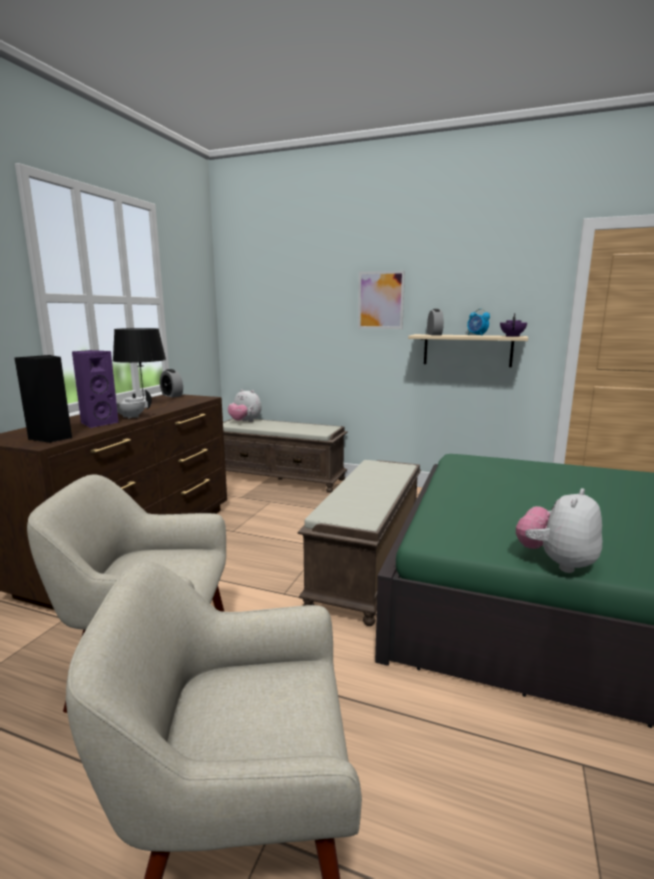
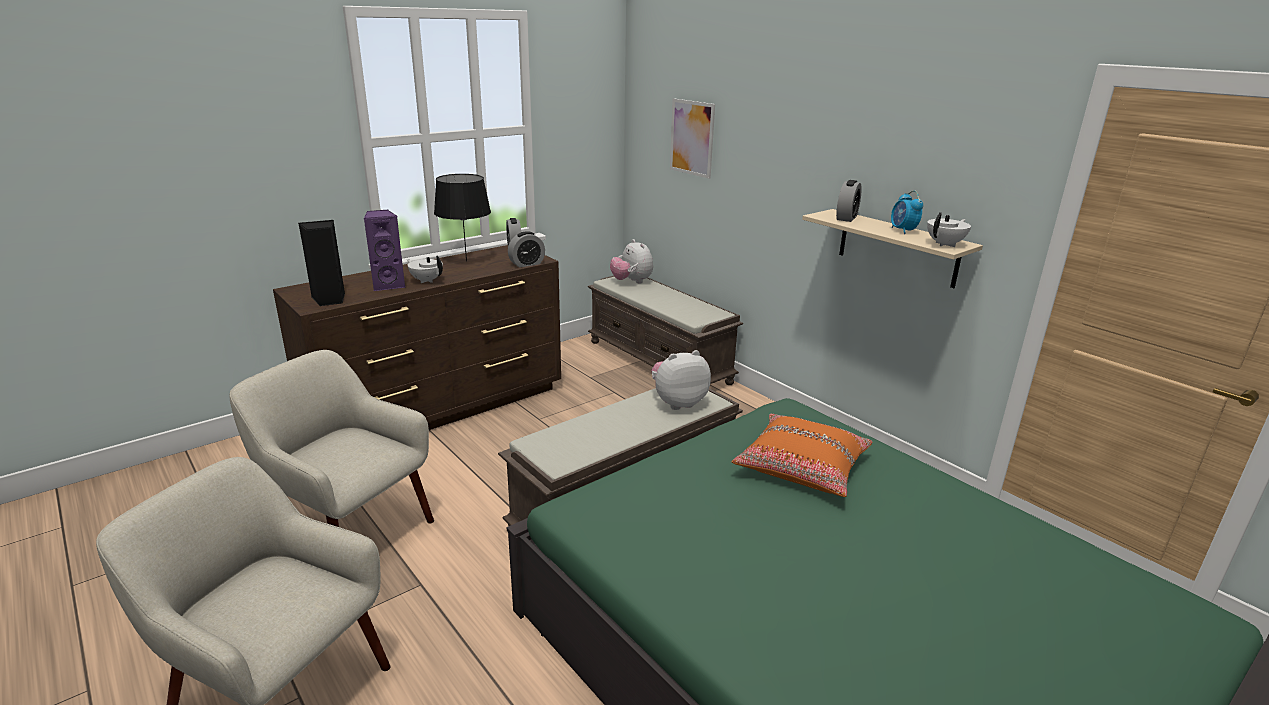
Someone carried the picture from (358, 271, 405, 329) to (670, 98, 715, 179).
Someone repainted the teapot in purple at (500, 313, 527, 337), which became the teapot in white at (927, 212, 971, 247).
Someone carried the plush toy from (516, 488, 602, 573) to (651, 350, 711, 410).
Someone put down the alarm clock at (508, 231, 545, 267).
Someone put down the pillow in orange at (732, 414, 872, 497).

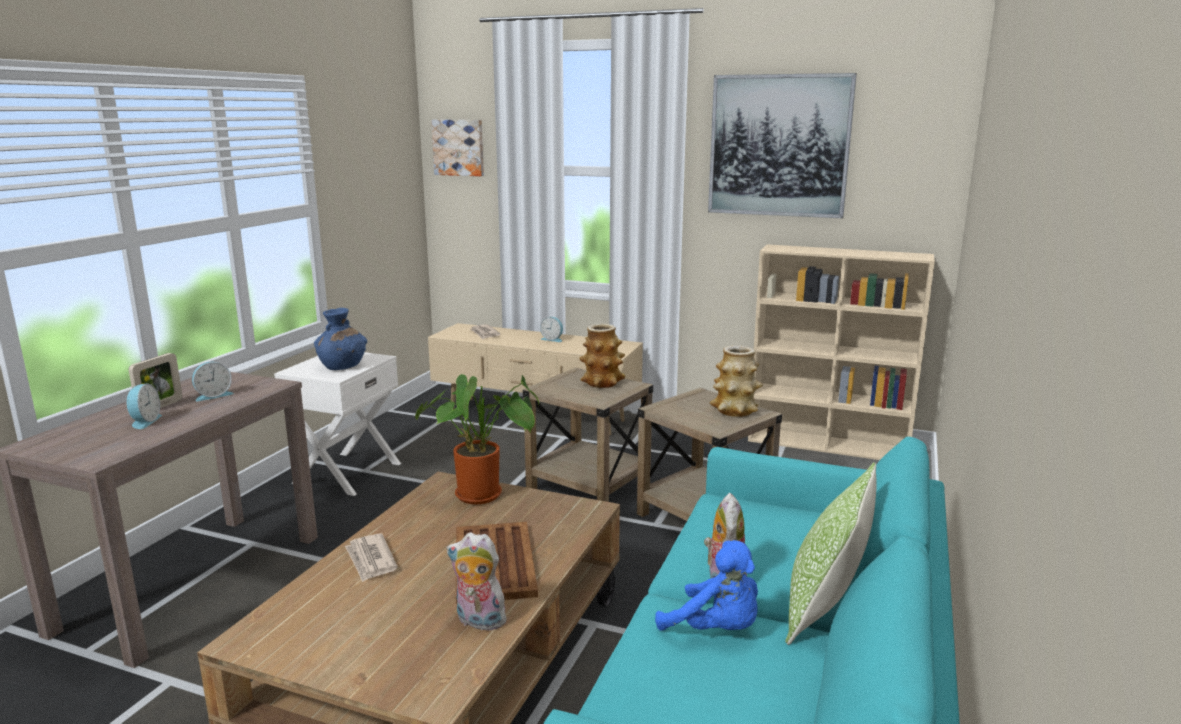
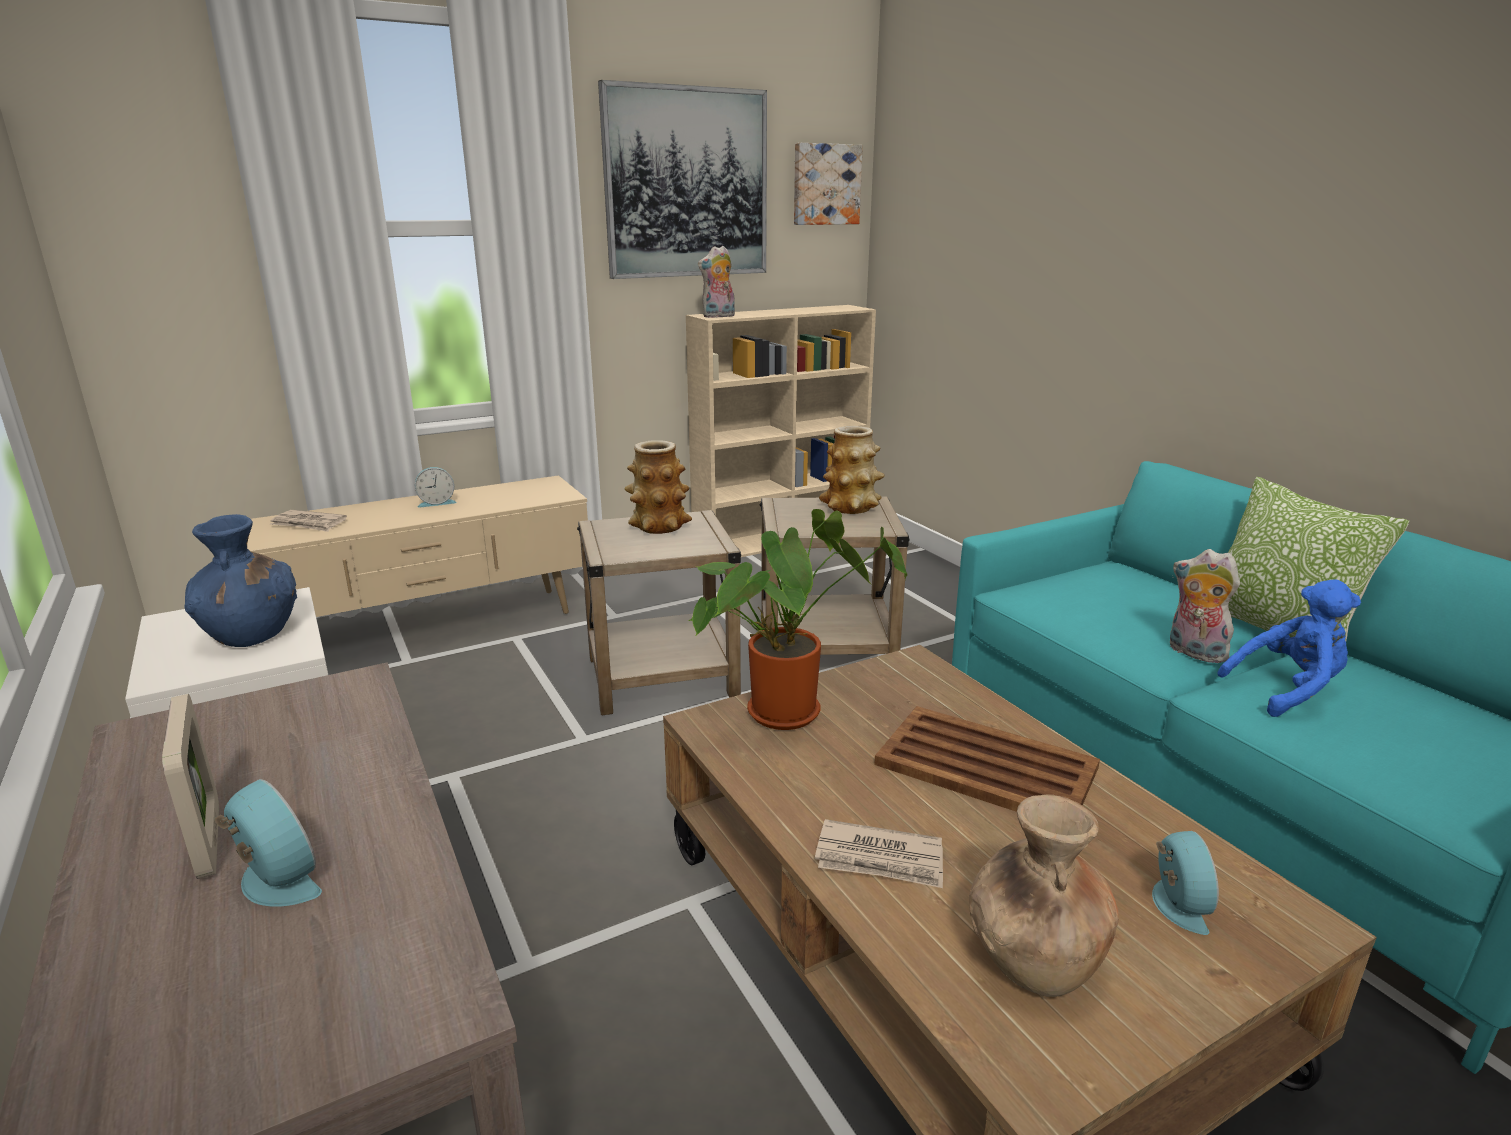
Someone carried the alarm clock from (192, 362, 234, 401) to (1152, 831, 1219, 935).
Someone carried the picture from (431, 120, 484, 176) to (794, 143, 863, 225).
Someone carried the plush toy from (447, 532, 508, 630) to (698, 246, 735, 318).
Someone put down the vase in brown at (969, 794, 1119, 997).

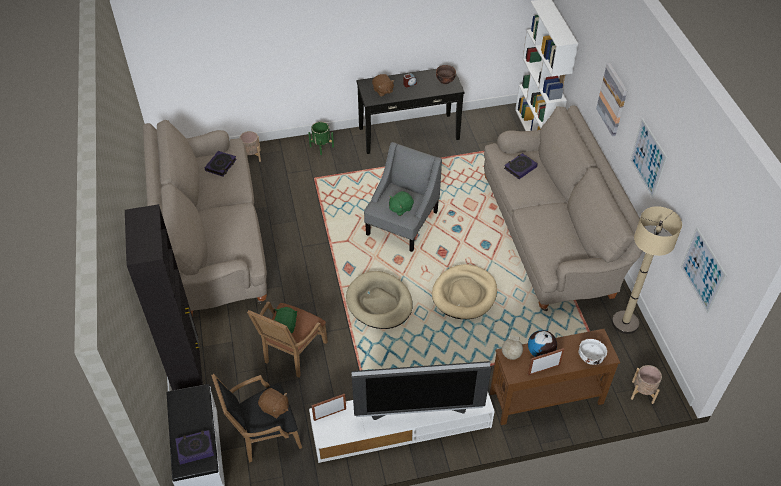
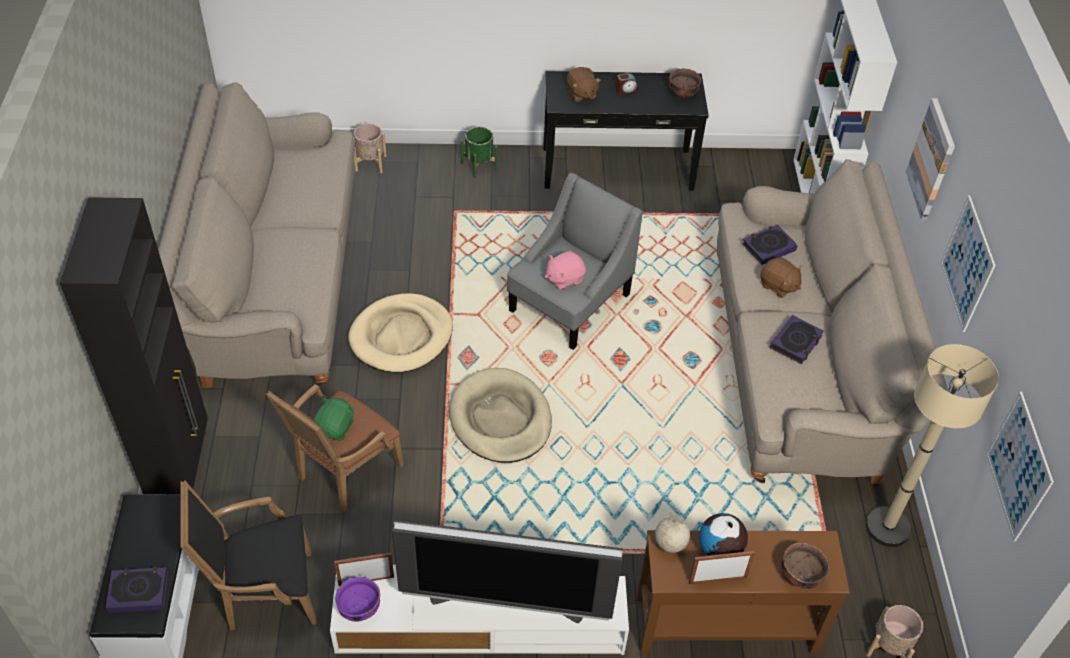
Someone carried the book from (205, 151, 237, 176) to (770, 315, 824, 364).
Someone carried the plush toy in brown from (258, 388, 289, 418) to (760, 257, 802, 298).
Someone repainted the plush toy in green at (389, 191, 414, 216), which became the plush toy in pink at (545, 251, 586, 290).
Someone carried the dog bed in beige from (432, 264, 497, 319) to (348, 293, 453, 373).
Someone repainted the bowl in white at (579, 338, 607, 365), which became the bowl in brown at (781, 542, 829, 589).
Someone put down the bowl in purple at (335, 577, 380, 622).

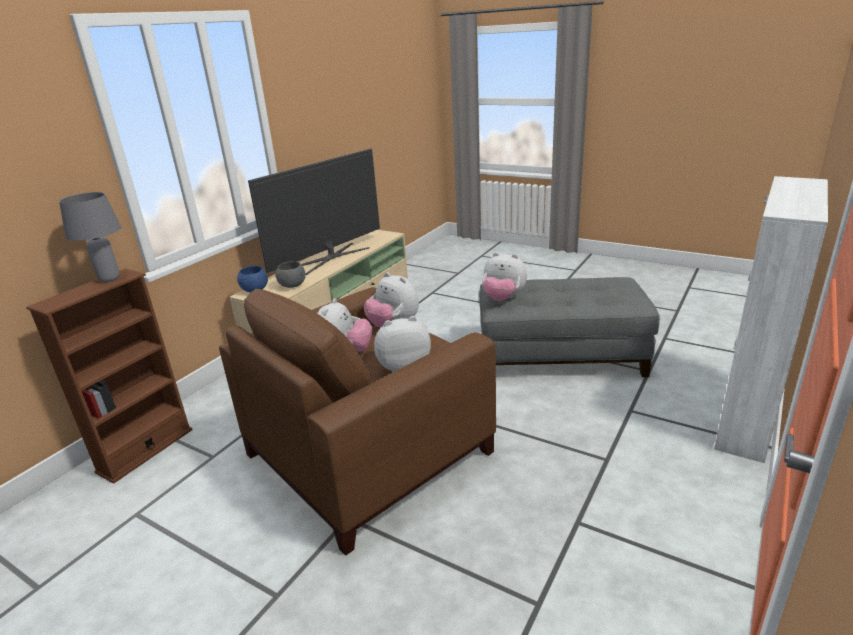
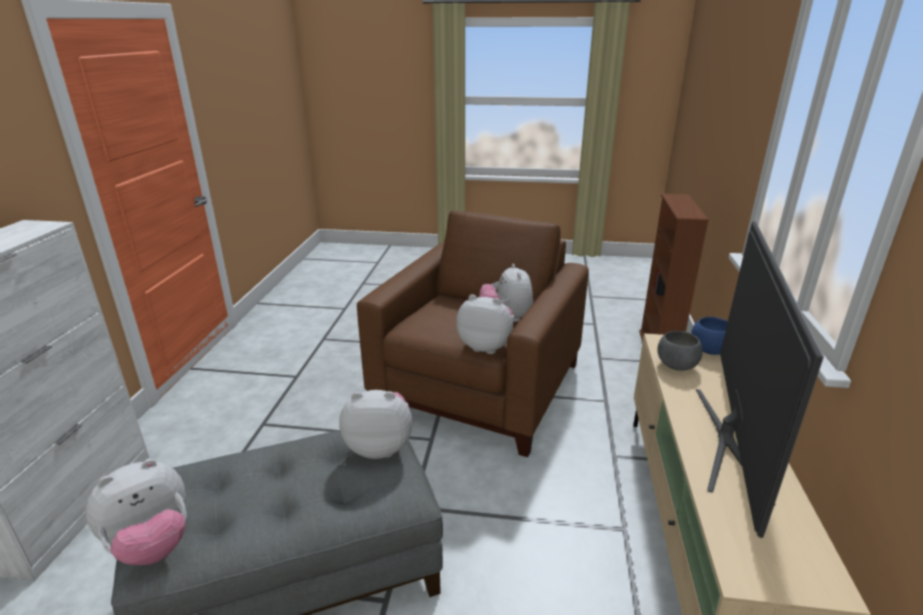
Someone took away the table lamp in grey at (59, 192, 121, 282).
Someone carried the plush toy from (374, 316, 431, 372) to (86, 459, 187, 565).

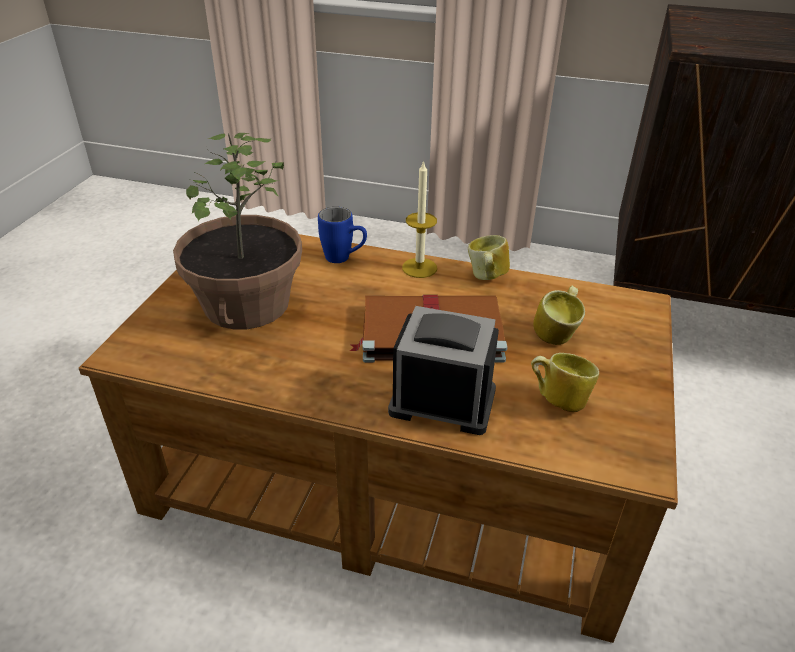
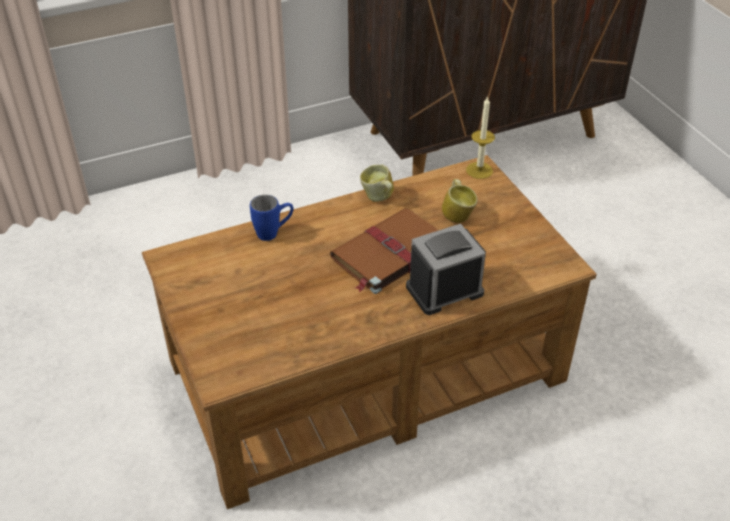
Someone took away the potted plant at (173, 133, 302, 329).
Someone carried the candle from (402, 160, 437, 278) to (466, 96, 495, 179).
Someone took away the mug at (531, 353, 599, 412).

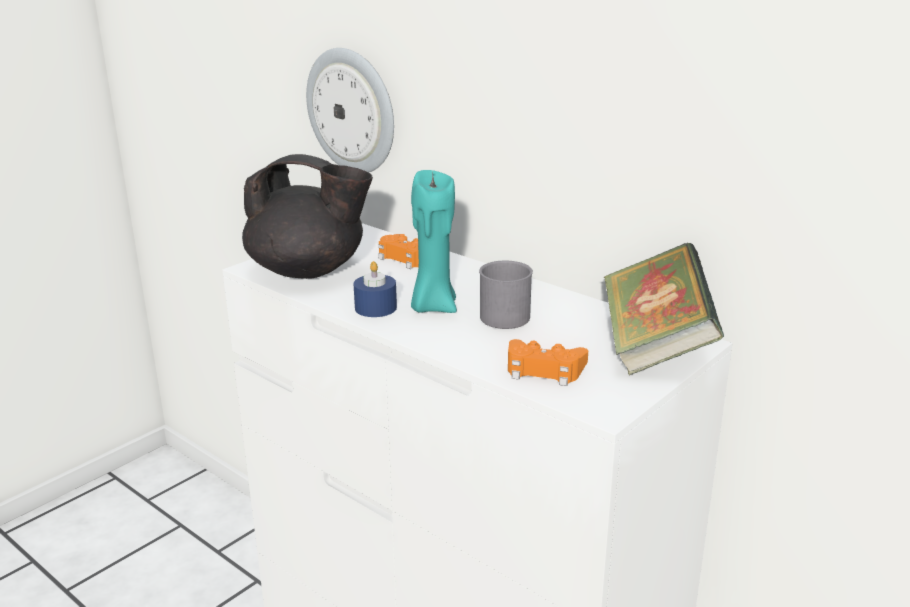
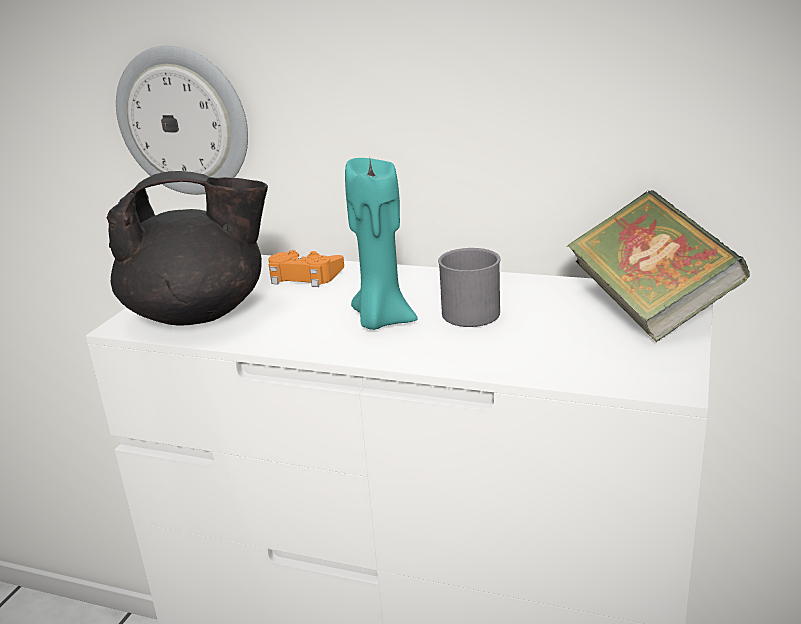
Someone took away the candle in blue at (353, 261, 397, 317).
Someone took away the game controller in orange at (508, 339, 588, 386).

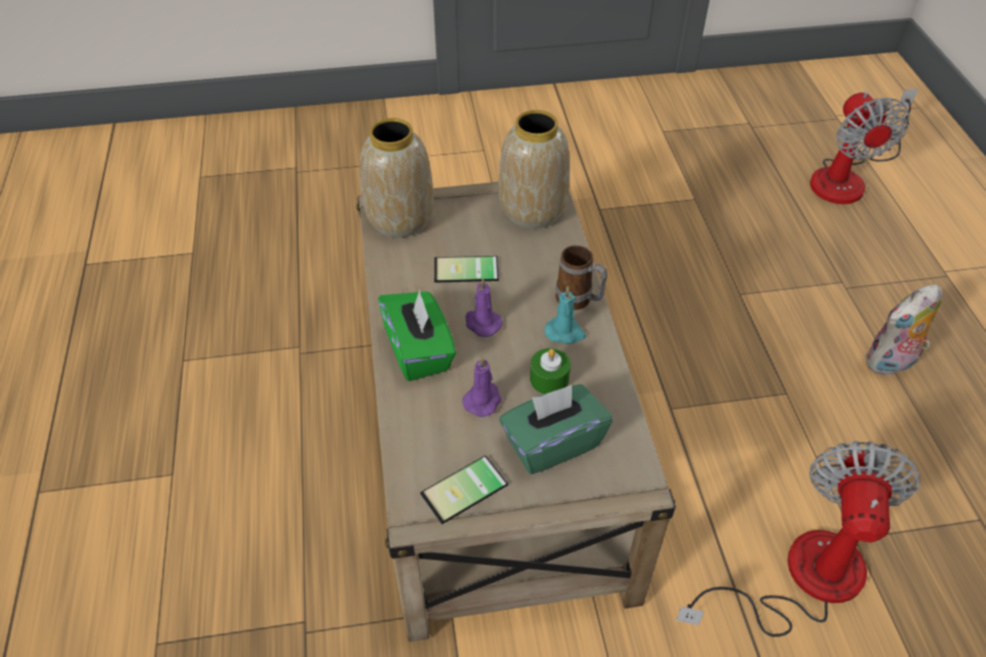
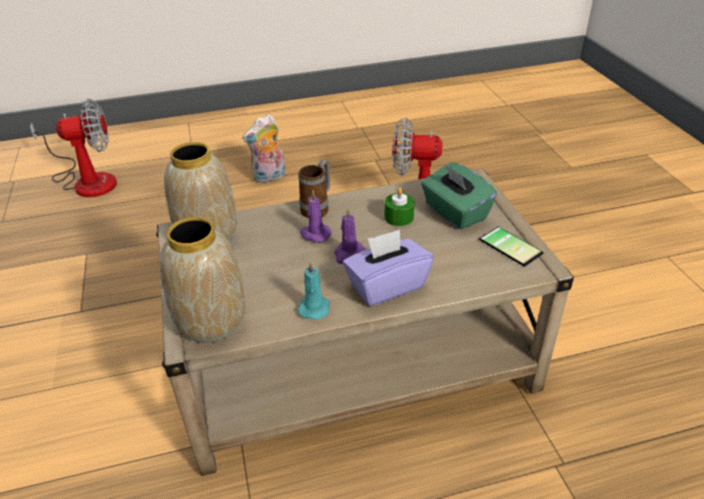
Someone repainted the tissue box in green at (378, 290, 456, 381), which became the tissue box in purple at (343, 229, 434, 306).
Someone took away the phone at (434, 256, 499, 285).
Someone carried the candle in purple from (462, 356, 502, 417) to (300, 190, 332, 243).
Someone carried the candle in turquoise from (545, 286, 586, 344) to (298, 260, 330, 319).
Someone rotated the plush toy at (865, 284, 942, 376) by 90 degrees clockwise.

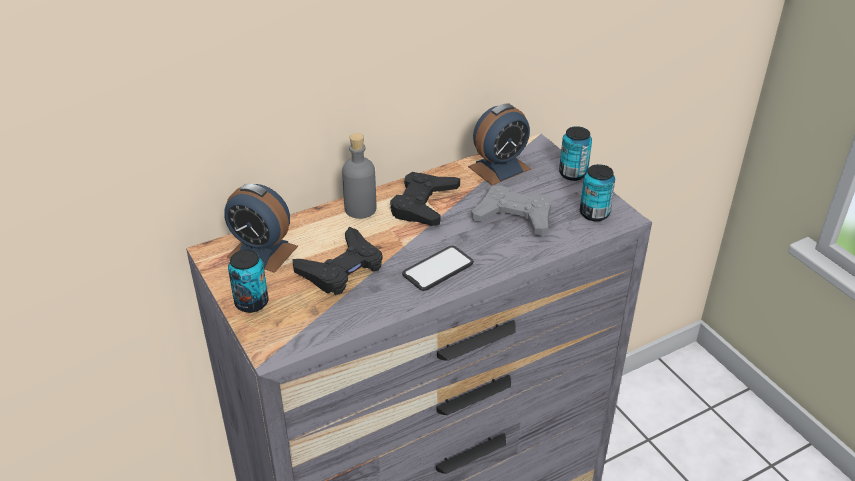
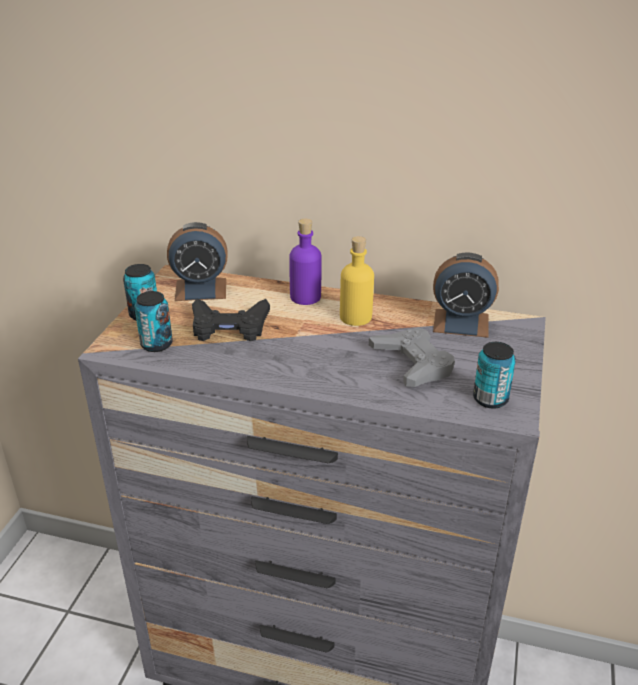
Someone rotated the alarm clock at (224, 184, 298, 273) by 75 degrees counterclockwise.
Someone repainted the bottle in grey at (342, 133, 376, 219), which became the bottle in purple at (289, 219, 322, 305).
Someone swapped the game controller in black at (390, 172, 460, 226) for the bottle in yellow at (340, 236, 374, 326).
Someone took away the phone at (402, 246, 474, 291).
Someone carried the can from (559, 126, 592, 181) to (135, 291, 173, 352).

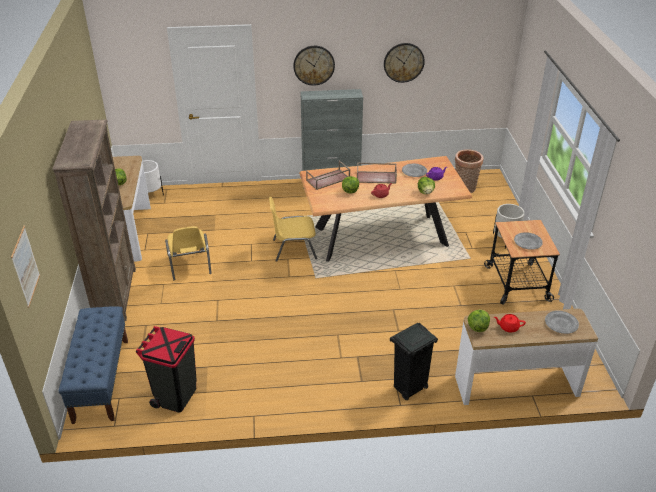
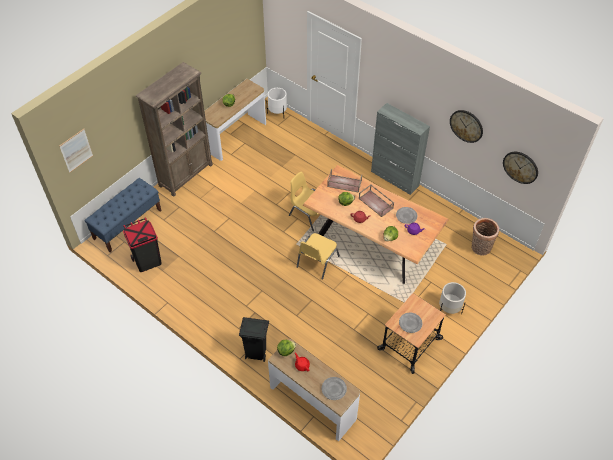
Someone carried the chair in yellow from (165, 226, 212, 280) to (297, 233, 340, 279).
Someone carried the wall clock from (293, 46, 335, 86) to (503, 152, 538, 184).

